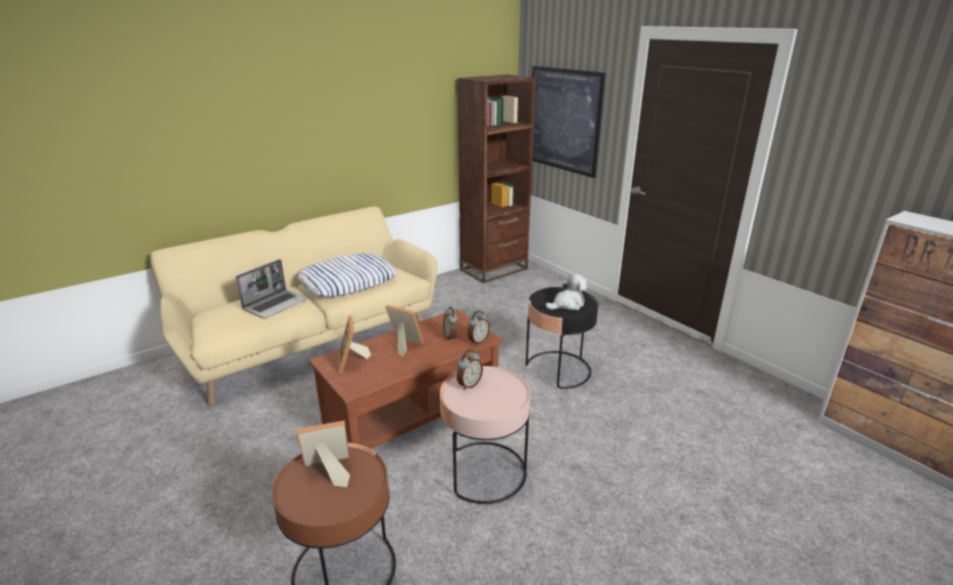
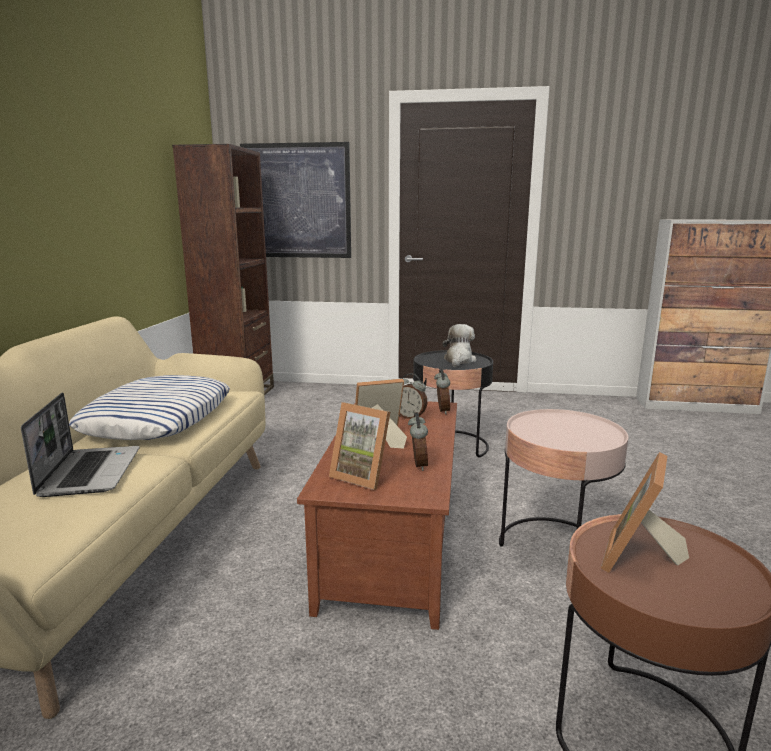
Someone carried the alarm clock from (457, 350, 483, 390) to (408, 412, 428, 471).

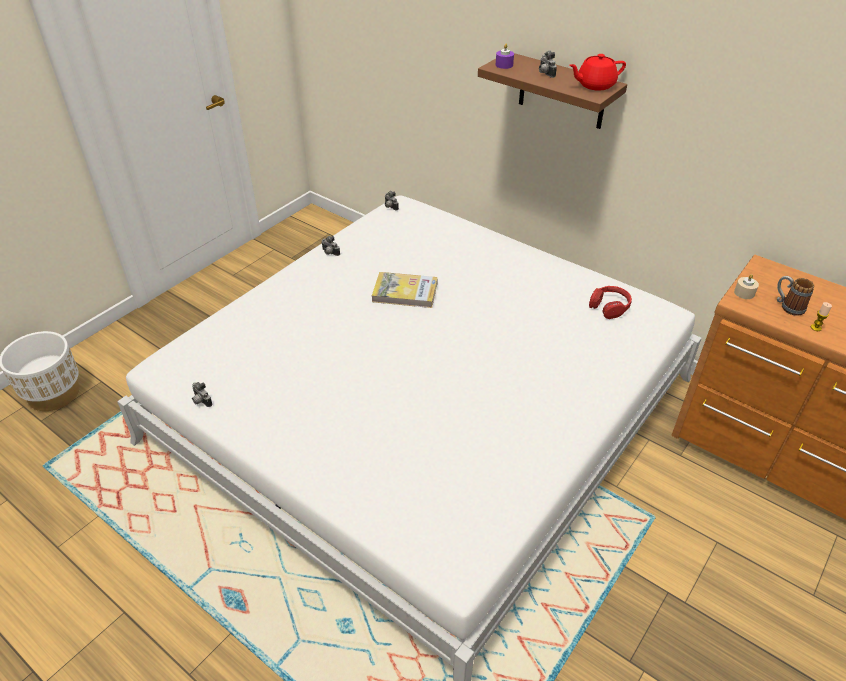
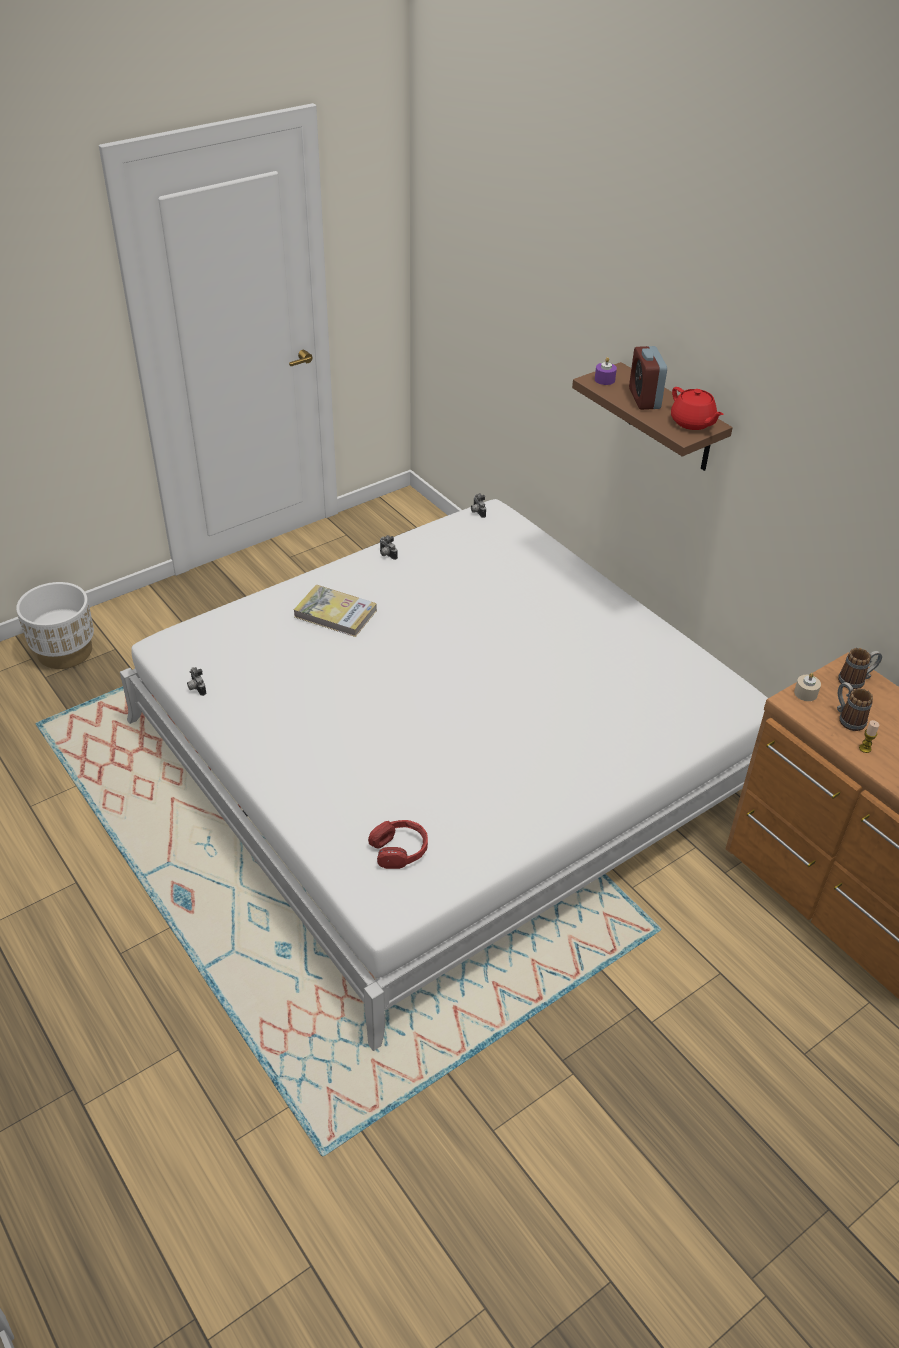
Someone carried the book from (372, 272, 438, 308) to (294, 585, 377, 637).
Someone swapped the photo camera at (539, 51, 557, 78) for the alarm clock at (629, 346, 667, 410).
Someone rotated the teapot in red at (569, 54, 626, 91) by 120 degrees counterclockwise.
Someone carried the headphones in red from (589, 286, 632, 319) to (368, 820, 428, 869).
Someone put down the mug at (838, 648, 882, 690).

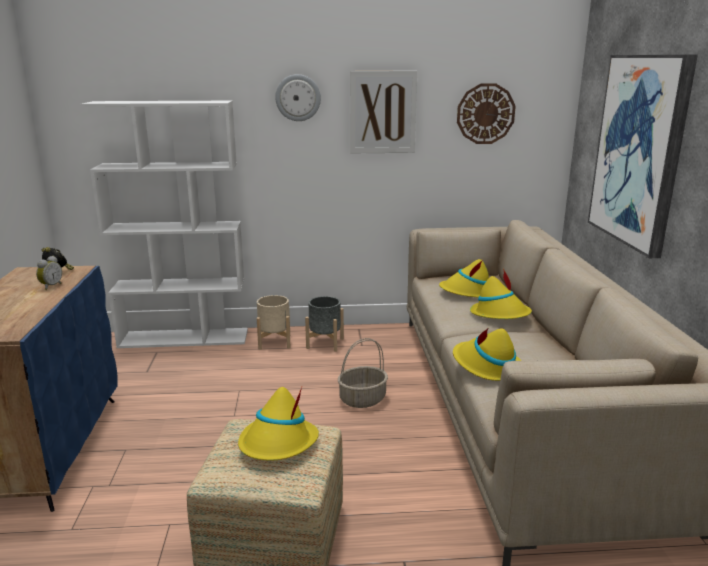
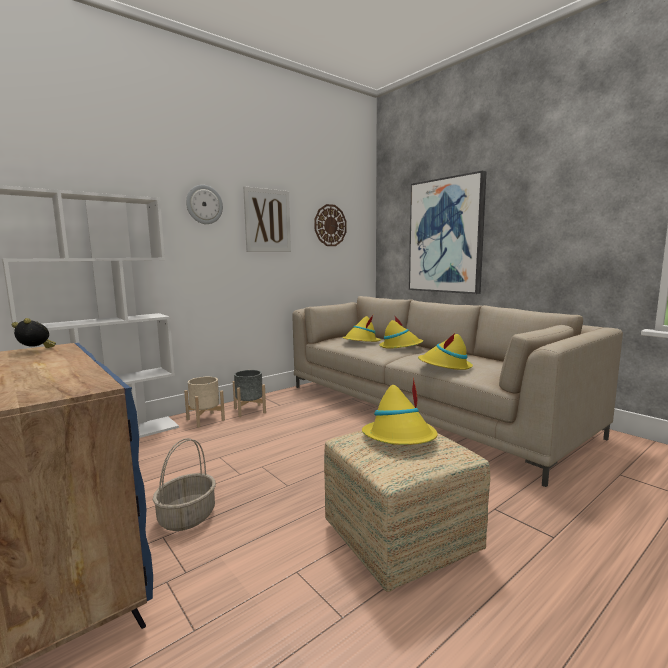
Someone took away the alarm clock at (36, 256, 62, 290).
Someone carried the basket from (338, 338, 388, 408) to (153, 438, 216, 531).

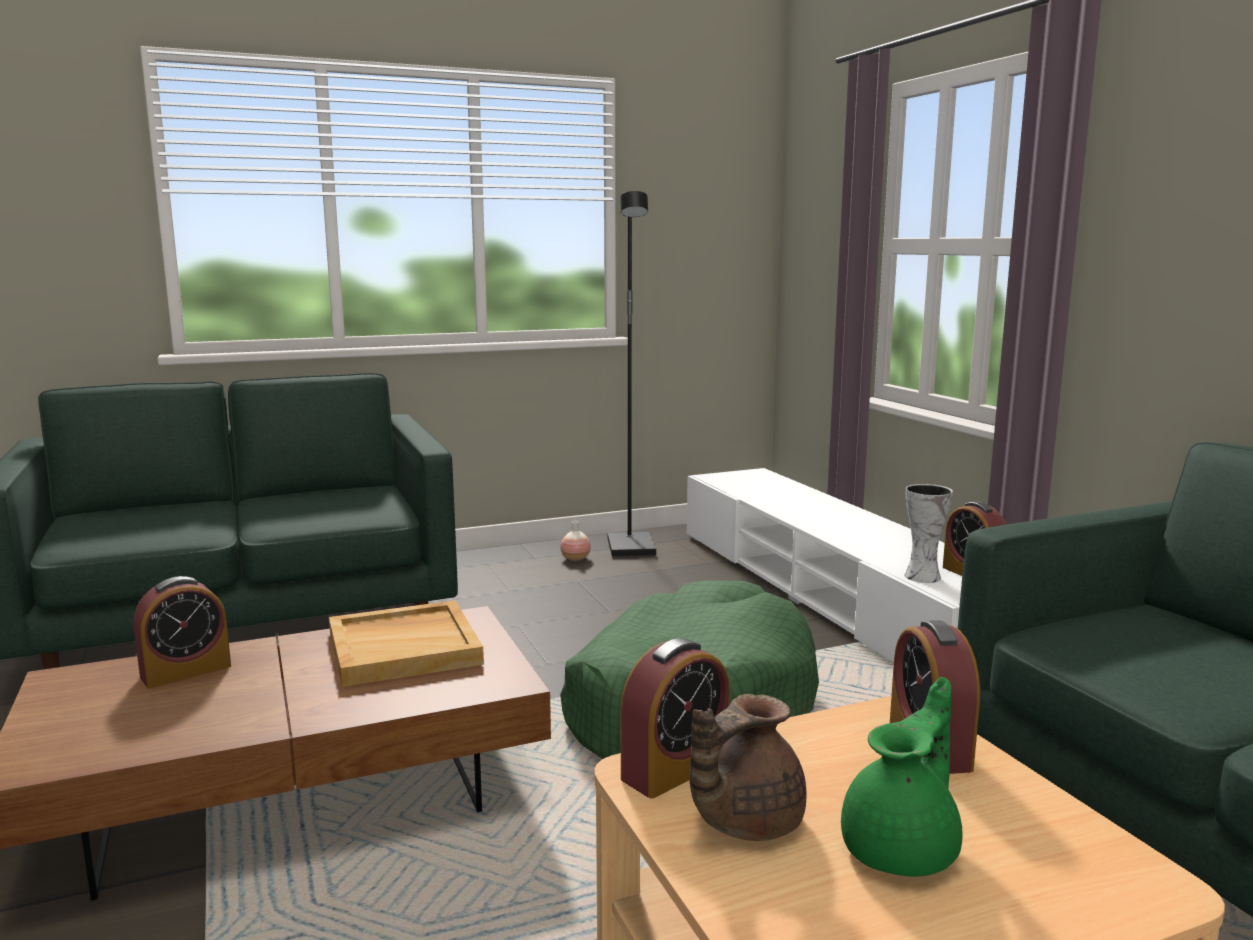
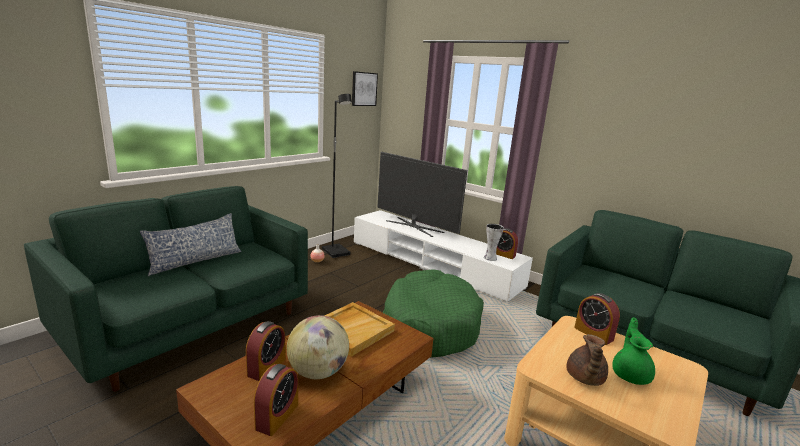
Someone carried the alarm clock from (621, 638, 730, 799) to (254, 364, 298, 436).
Someone put down the pillow at (140, 213, 242, 276).
Someone put down the globe at (287, 315, 349, 379).
Someone put up the picture at (352, 71, 378, 106).
Someone put down the television at (378, 152, 467, 237).

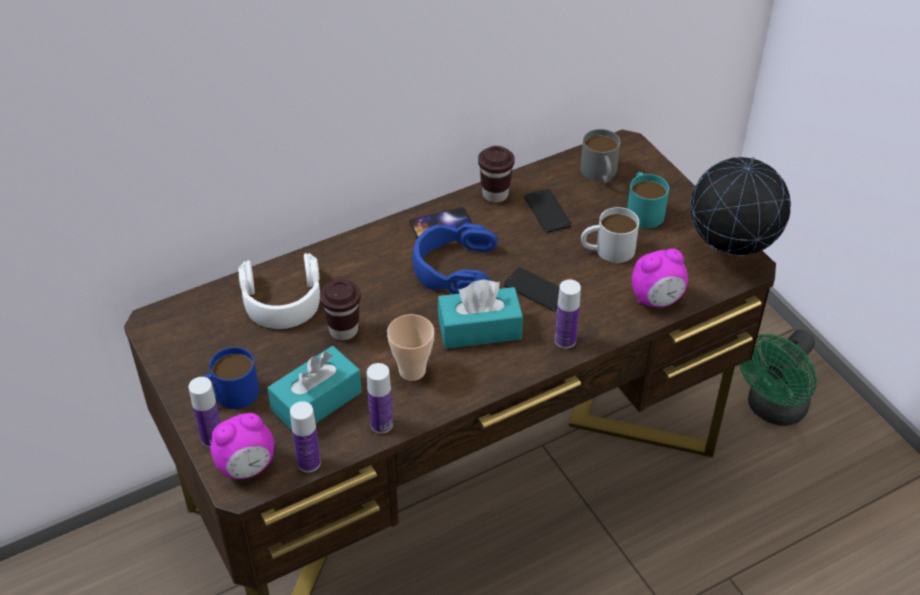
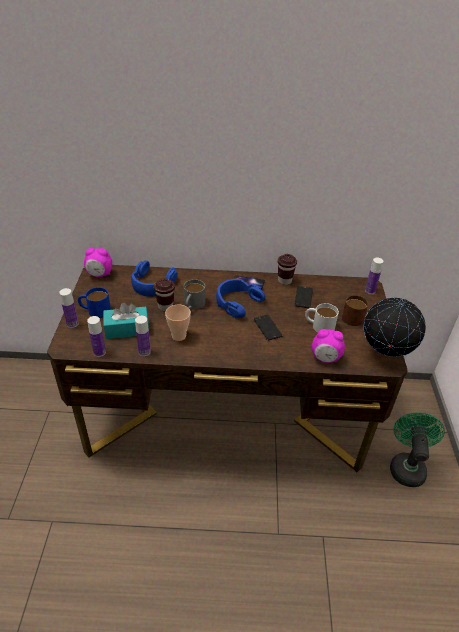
Someone carried the alarm clock from (210, 413, 274, 479) to (84, 248, 112, 277).
Someone repainted the headphones in white at (238, 253, 320, 329), which became the headphones in blue at (131, 260, 178, 297).
Someone took away the tissue box in turquoise at (438, 279, 523, 349).
Someone carried the bottle from (555, 279, 581, 349) to (365, 258, 384, 294).
Someone carried the mug in grey from (580, 129, 620, 183) to (184, 279, 205, 310).
Someone repainted the mug in turquoise at (627, 172, 669, 228), which became the mug in brown at (342, 295, 368, 326).
Someone rotated the fan in green at (740, 329, 817, 426) by 120 degrees clockwise.

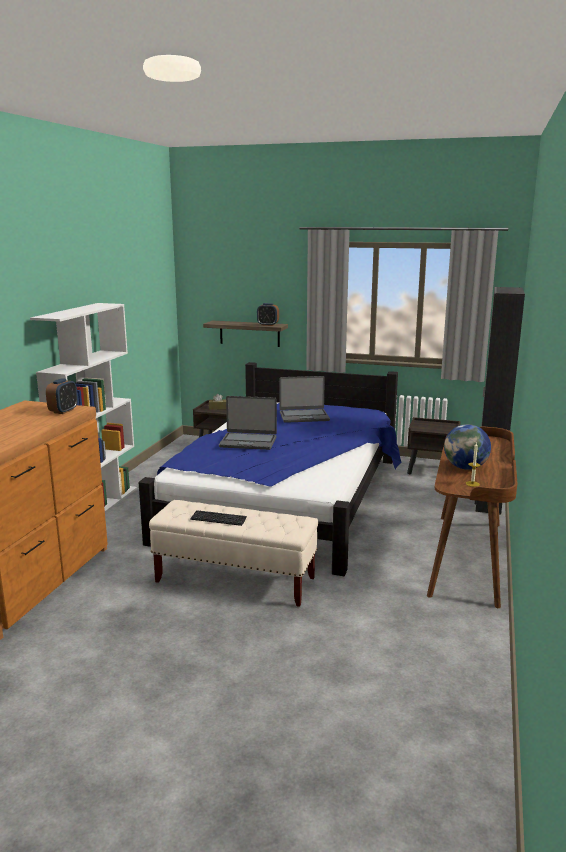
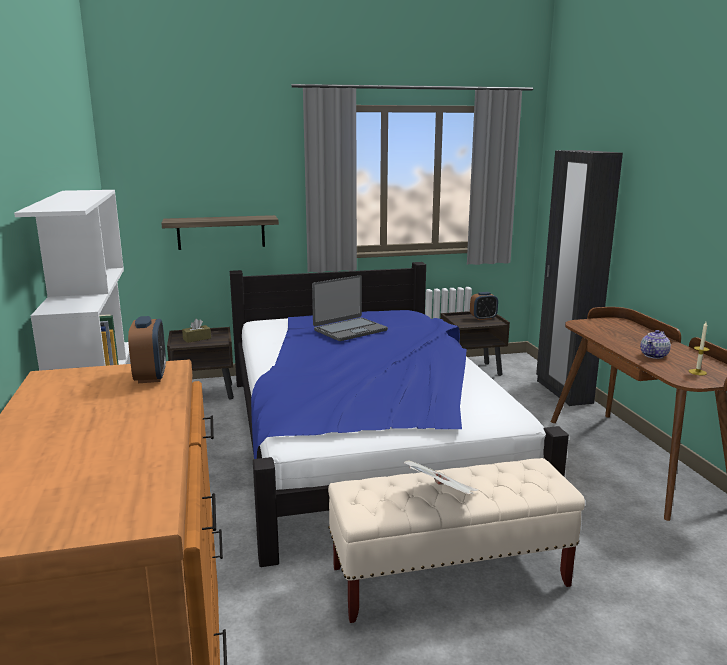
Someone swapped the keyboard at (190, 510, 247, 526) for the newspaper at (404, 461, 478, 495).
Someone took away the laptop at (219, 396, 277, 450).
Someone carried the alarm clock from (257, 303, 279, 326) to (470, 292, 498, 320).
Someone swapped the globe at (444, 424, 491, 469) for the teapot at (640, 330, 671, 359).

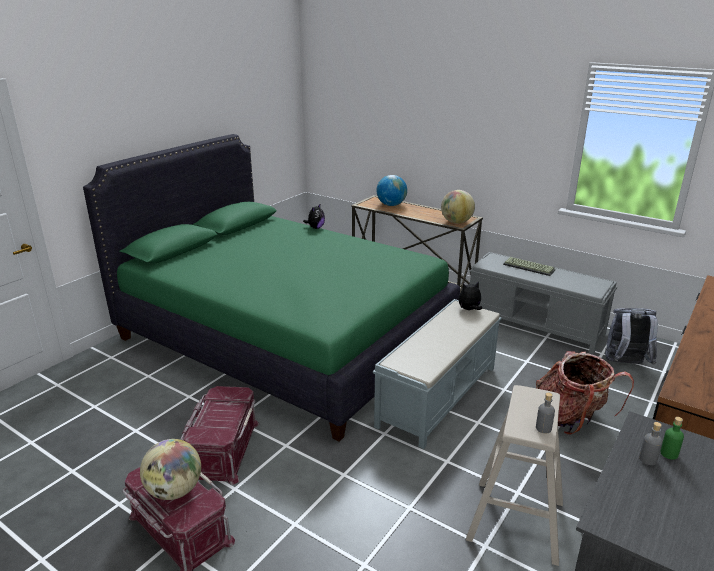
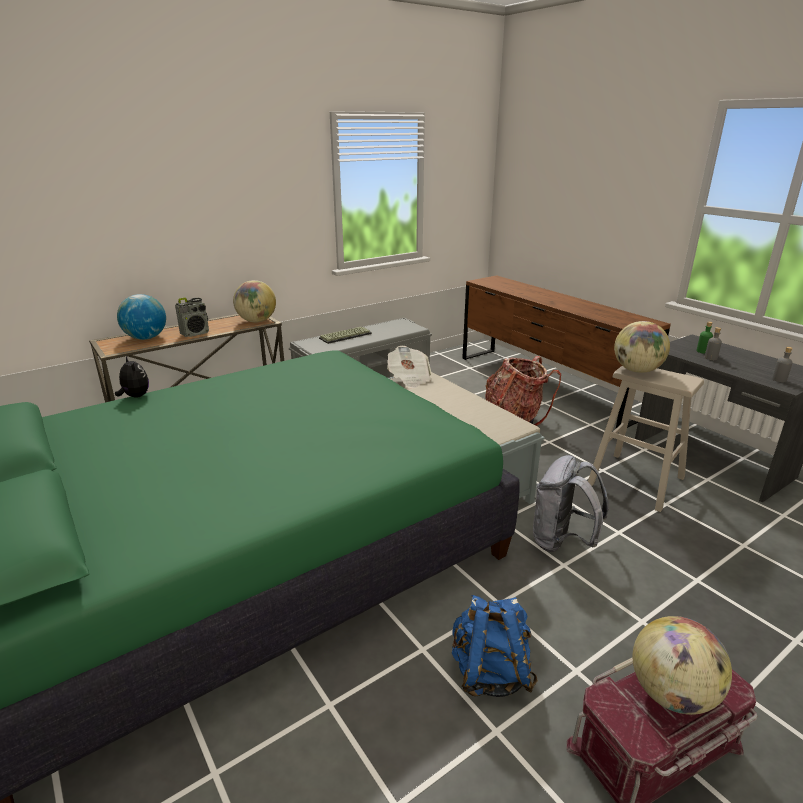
Someone swapped the storage box in red at (181, 386, 260, 485) for the backpack in blue at (452, 595, 538, 697).
Someone swapped the plush toy at (459, 282, 483, 310) for the newspaper at (387, 346, 432, 389).
Someone carried the bottle in grey from (536, 393, 555, 434) to (772, 347, 793, 382).
Someone carried the backpack in grey from (605, 308, 658, 364) to (533, 455, 609, 552).
Someone put down the radio at (175, 298, 209, 337).
Someone put down the globe at (614, 321, 670, 373).

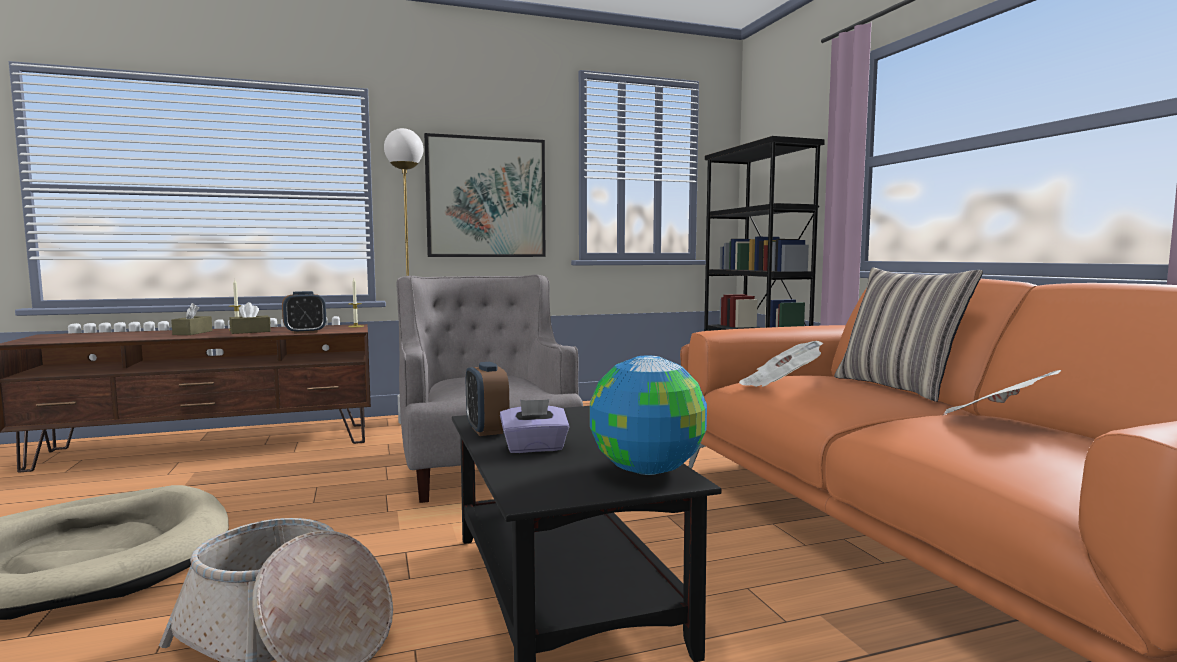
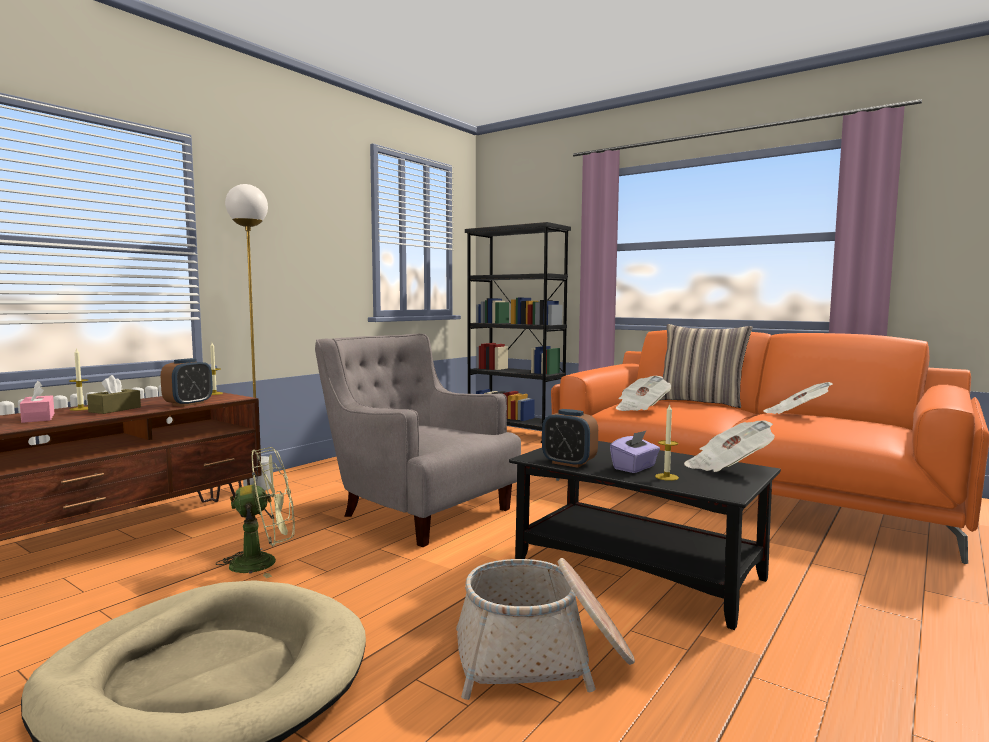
Someone repainted the tissue box in brown at (171, 303, 212, 335), which became the tissue box in pink at (20, 381, 54, 423).
Someone took away the picture at (424, 133, 546, 257).
Someone swapped the globe at (590, 356, 707, 475) for the newspaper at (684, 420, 775, 472).
Someone put down the fan in green at (216, 447, 295, 578).
Someone put down the candle at (655, 403, 679, 481).

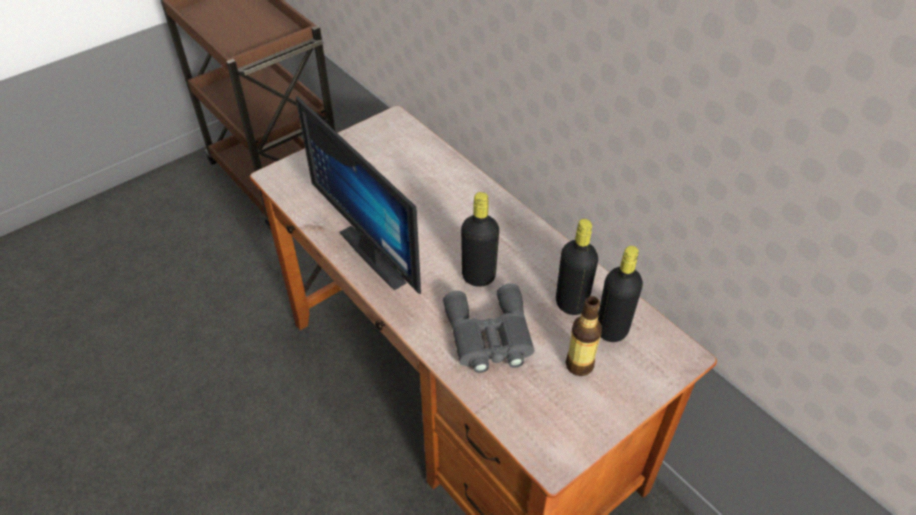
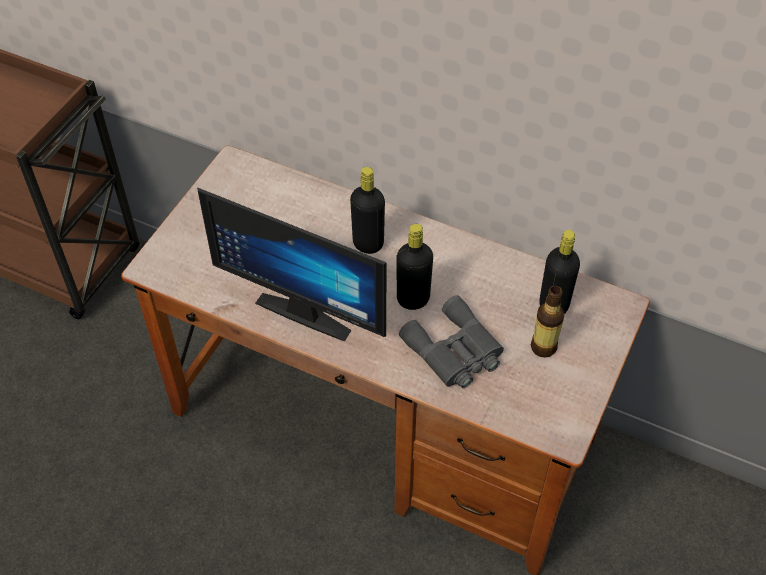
Someone carried the bottle in black from (556, 219, 598, 315) to (350, 167, 385, 254).

